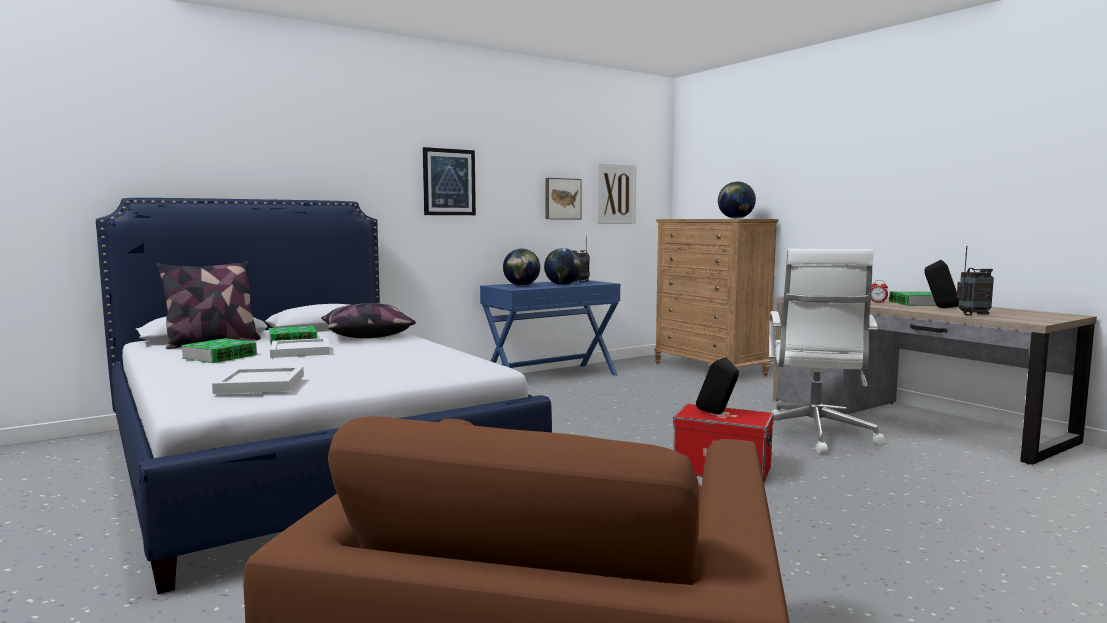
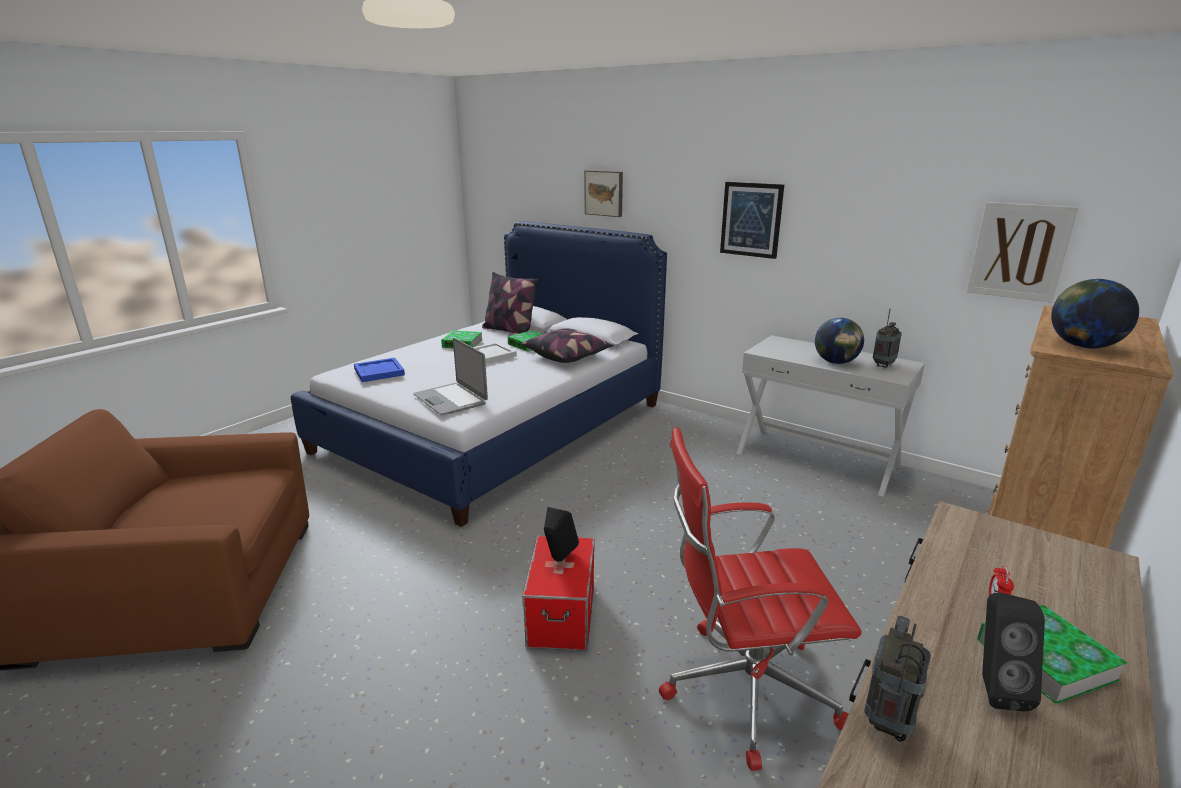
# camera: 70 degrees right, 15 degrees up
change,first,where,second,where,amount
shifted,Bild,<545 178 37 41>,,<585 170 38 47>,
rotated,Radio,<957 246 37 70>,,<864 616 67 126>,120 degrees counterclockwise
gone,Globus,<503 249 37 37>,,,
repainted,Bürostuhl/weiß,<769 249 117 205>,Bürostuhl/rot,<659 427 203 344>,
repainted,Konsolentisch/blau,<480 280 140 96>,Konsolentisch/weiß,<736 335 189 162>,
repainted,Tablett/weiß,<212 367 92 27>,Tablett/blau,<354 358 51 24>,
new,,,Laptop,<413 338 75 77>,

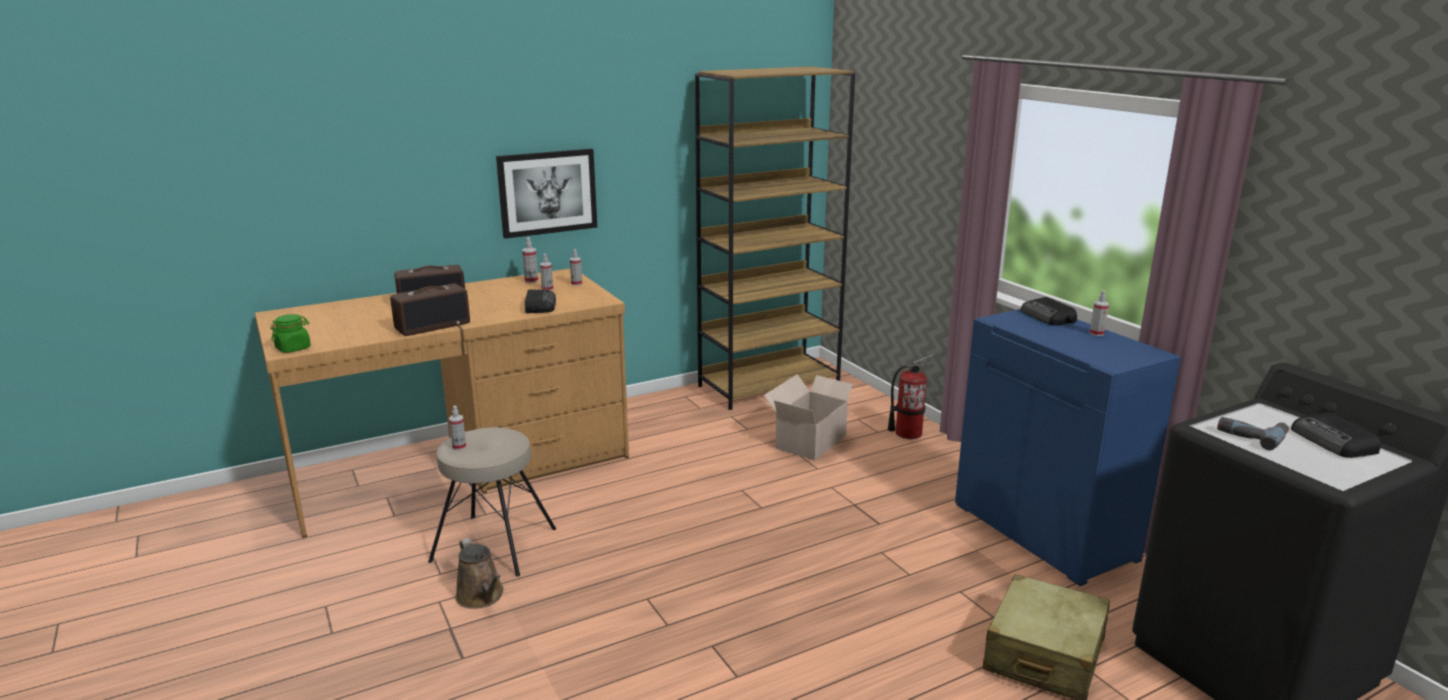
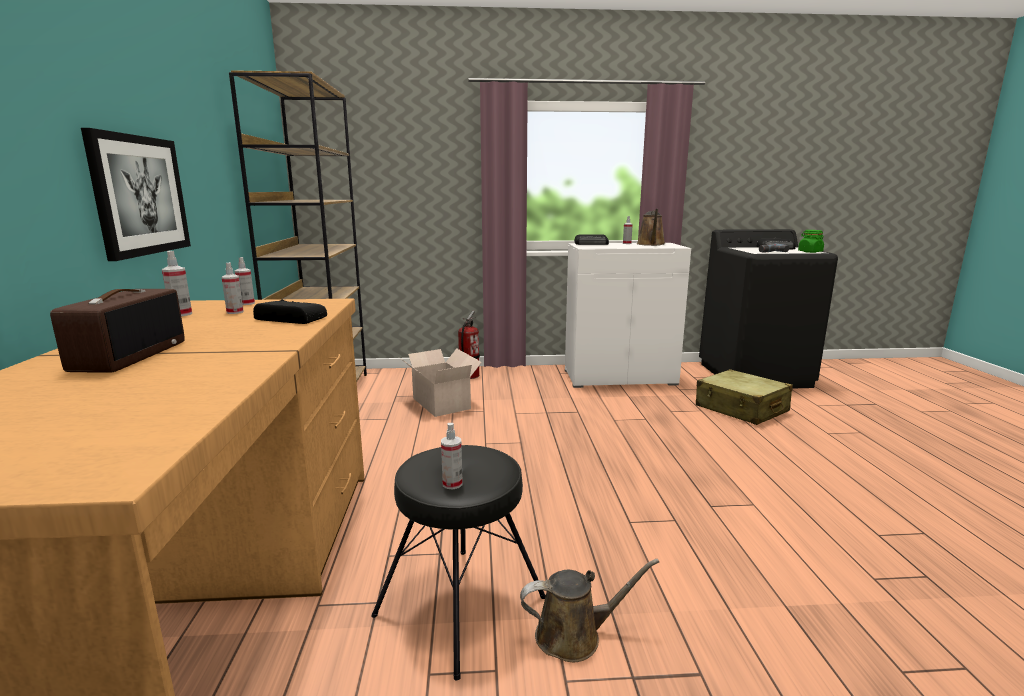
# camera: 65 degrees left, 5 degrees down
change,first,where,second,where,amount
gone,Radio,<390 284 80 52>,,,
repainted,Schrank/blau,<955 309 226 277>,Schrank/weiß,<565 243 126 145>,
shifted,Vorratsglas/grün,<271 314 40 39>,,<798 230 26 23>,
repainted,Hocker/beige,<428 427 128 150>,Hocker/schwarz,<371 445 175 235>,
new,,,Gießkanne/braun,<637 209 28 37>,

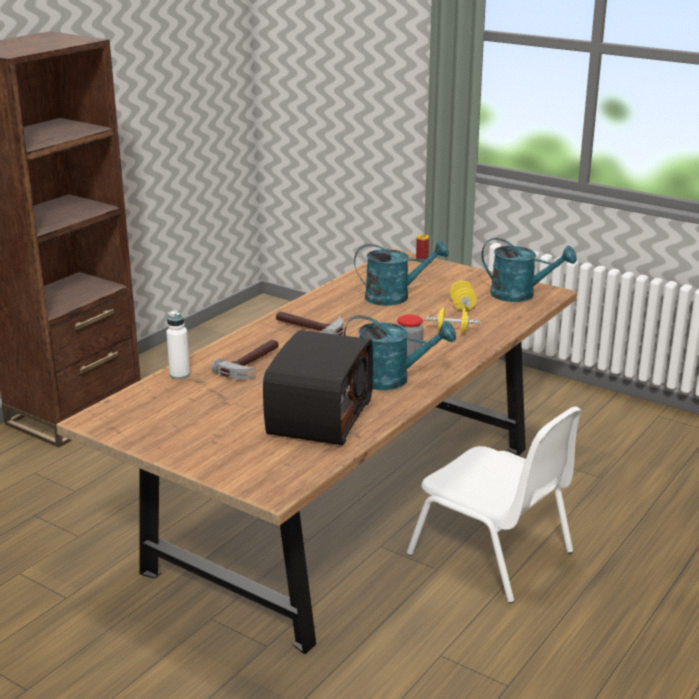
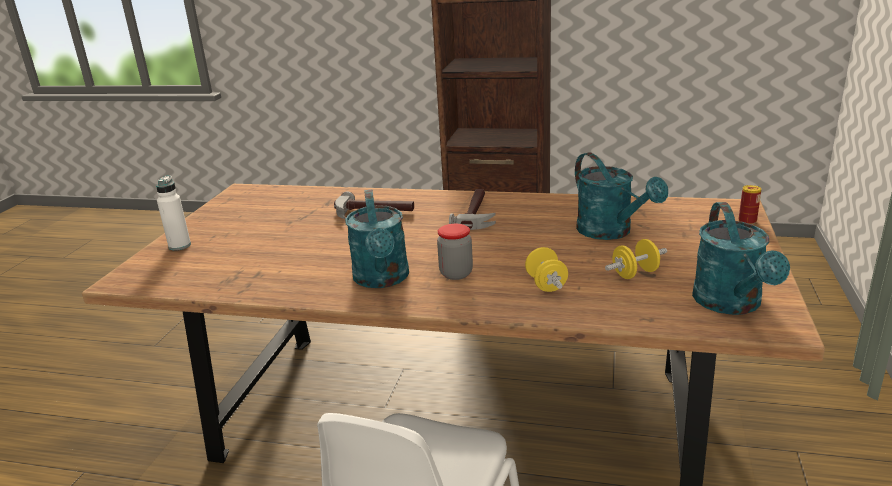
# camera: 70 degrees right, 0 degrees up
change,first,where,second,where,amount
shifted,Flasche/weiß,<166 310 24 69>,,<156 175 35 76>,
gone,Radio,<263 330 110 115>,,,

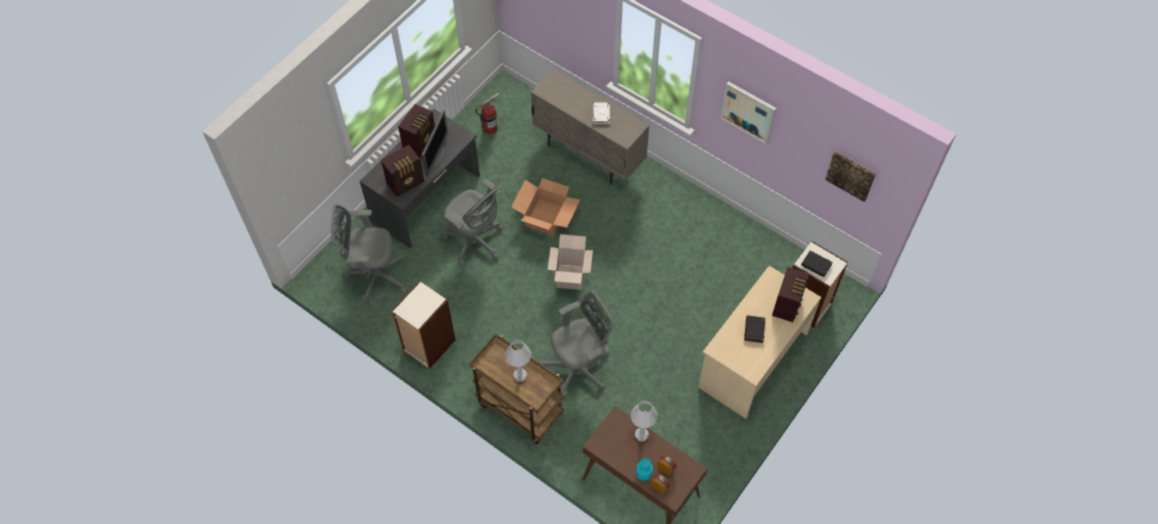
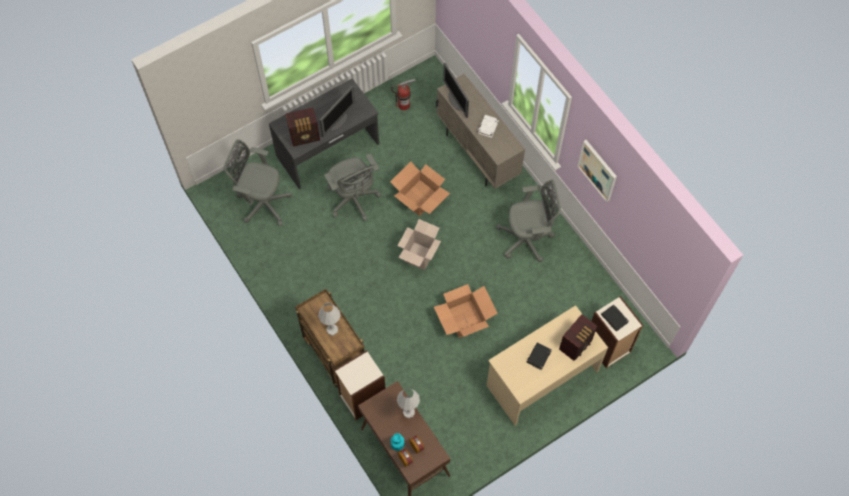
# camera: 20 degrees right, 5 degrees up
change,first,where,second,where,amount
gone,Radio,<398 104 37 54>,,,
gone,Bild,<825 151 51 51>,,,
shifted,Bücherregal,<391 281 65 88>,,<334 350 51 70>,
shifted,Bürostuhl/grau,<539 290 75 107>,,<496 180 65 82>,
new,,,Monitor,<443 63 26 55>,
new,,,Karton,<434 284 64 54>,

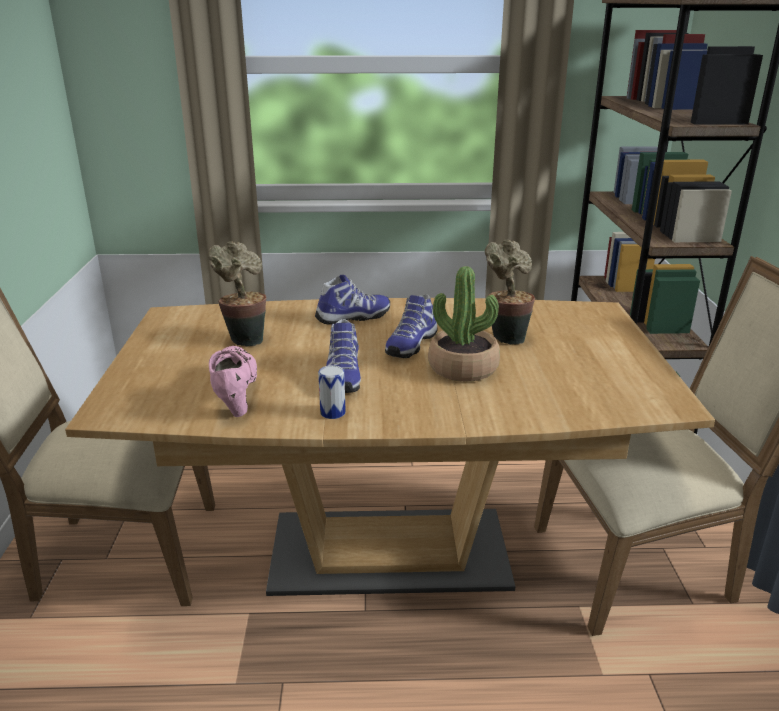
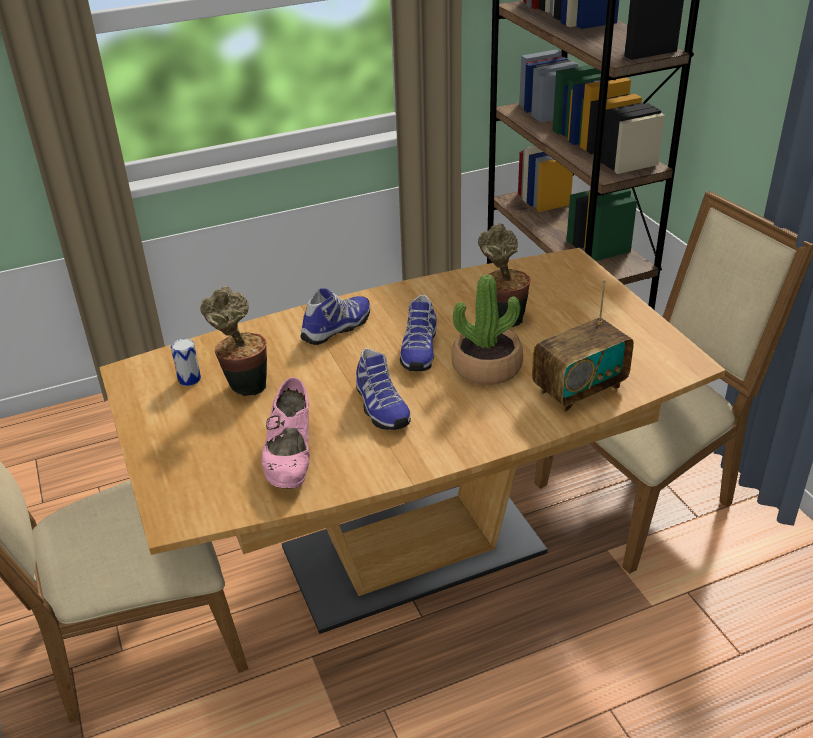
# camera: 20 degrees left, 10 degrees up
change,first,where,second,where,amount
rotated,Schuh/rosa,<209 346 48 71>,,<261 377 49 112>,150 degrees counterclockwise
shifted,Dose,<318 365 28 54>,,<171 339 30 47>,
new,,,Radio,<532 280 102 132>,

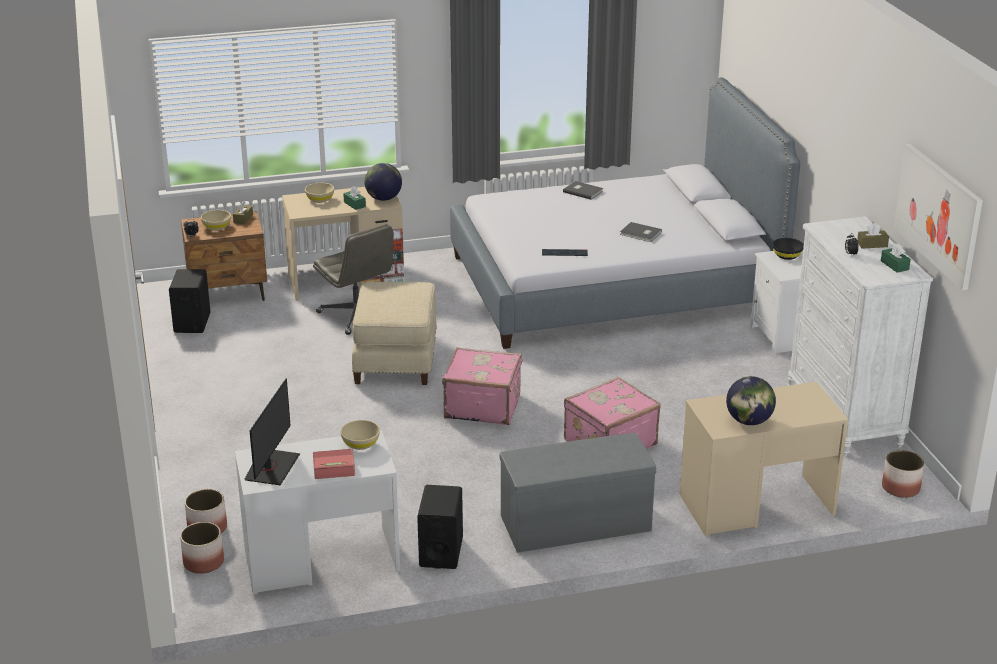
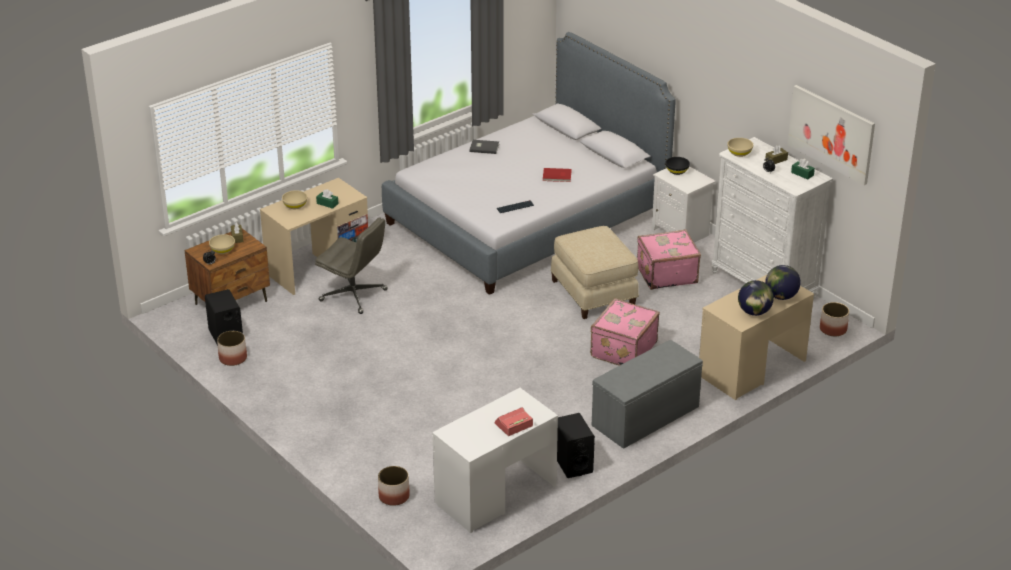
# camera: 25 degrees left, 5 degrees up
change,first,where,second,where,amount
shifted,Globus,<364 163 38 38>,,<765 265 36 35>,
repainted,Buch/grau,<620 222 42 20>,Buch/rot,<543 168 28 14>,
shifted,Polsterhocker/beige,<352 282 85 103>,,<551 226 88 93>,
shifted,Koffer/rosa,<442 347 80 78>,,<637 229 64 61>,
gone,Monitor,<244 378 56 108>,,,
shifted,Schüssel/beige,<341 420 39 30>,,<727 138 26 19>,
shifted,Pflanzkübel,<180 522 44 52>,,<217 331 30 35>,

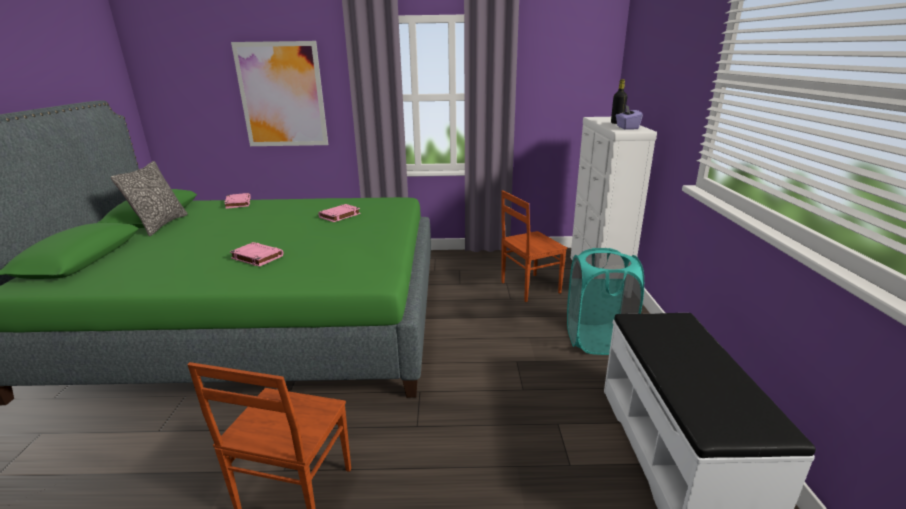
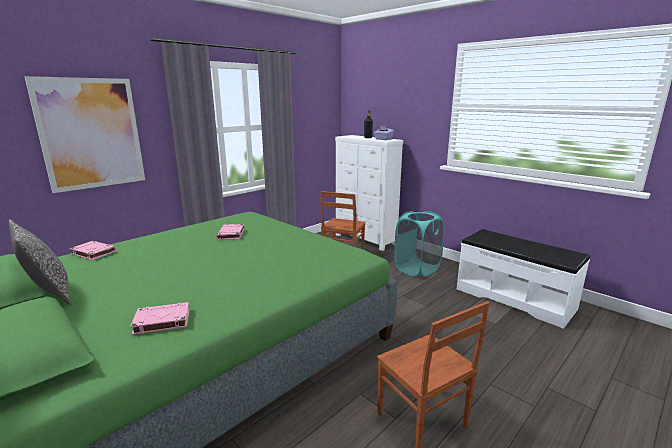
# camera: 45 degrees left, 5 degrees down
change,first,where,second,where,amount
shifted,Buch/rosa,<230 242 53 25>,,<130 302 60 33>,

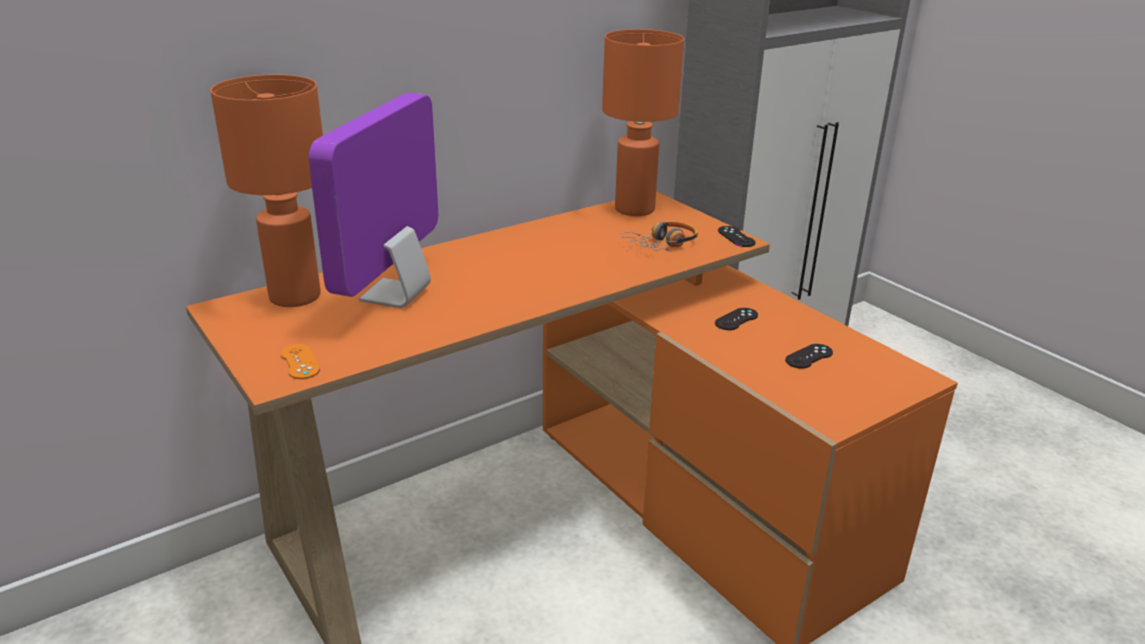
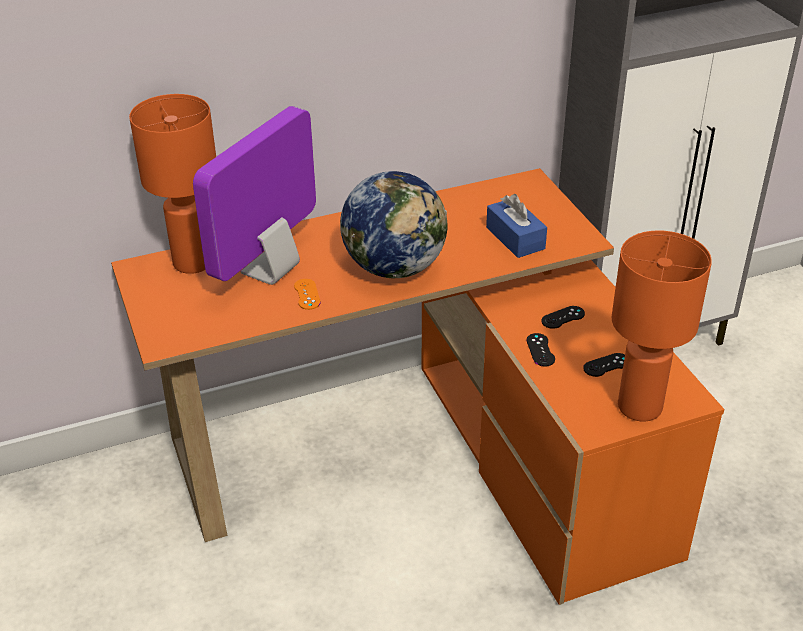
# camera: 15 degrees right, 10 degrees up
change,first,where,second,where,amount
shifted,Tischlampe/orange,<602 29 82 187>,,<611 230 101 192>,
swapped,Kopfhörer,<620 221 78 31>,Taschentuchbox/blau,<486 194 61 64>,
shifted,Gamepad/schwarz,<718 226 38 21>,,<526 333 29 34>,
shifted,Gamepad/orange,<281 344 39 35>,,<294 279 26 31>,
new,,,Globus,<340 171 107 107>,

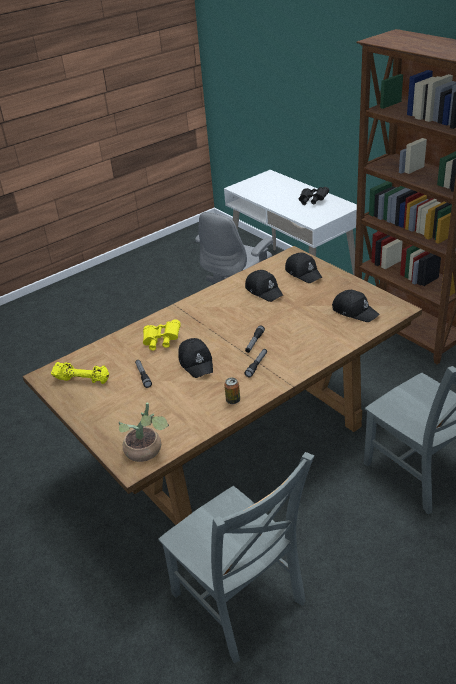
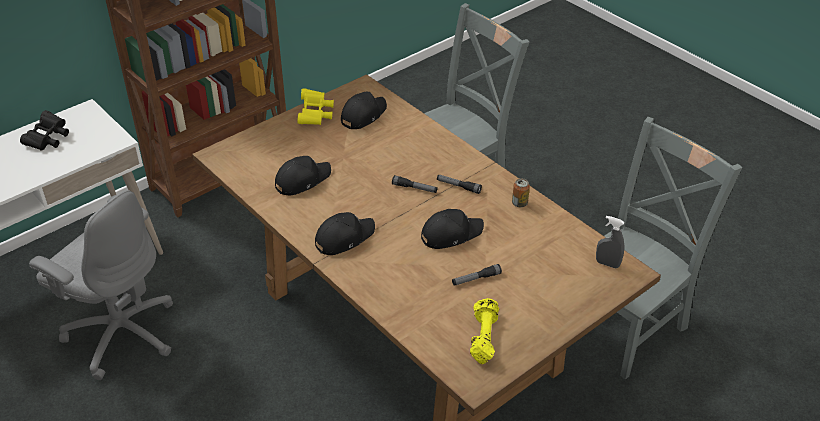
# camera: 95 degrees left, 5 degrees up
change,first,where,second,where,amount
shifted,Kappe/schwarz,<285 253 38 30>,,<315 212 60 43>,
shifted,Fernglas/gelb,<143 319 38 31>,,<297 89 37 36>,
swapped,Topfpflanze,<119 403 50 59>,Sprühflasche/grau,<596 216 29 52>,

